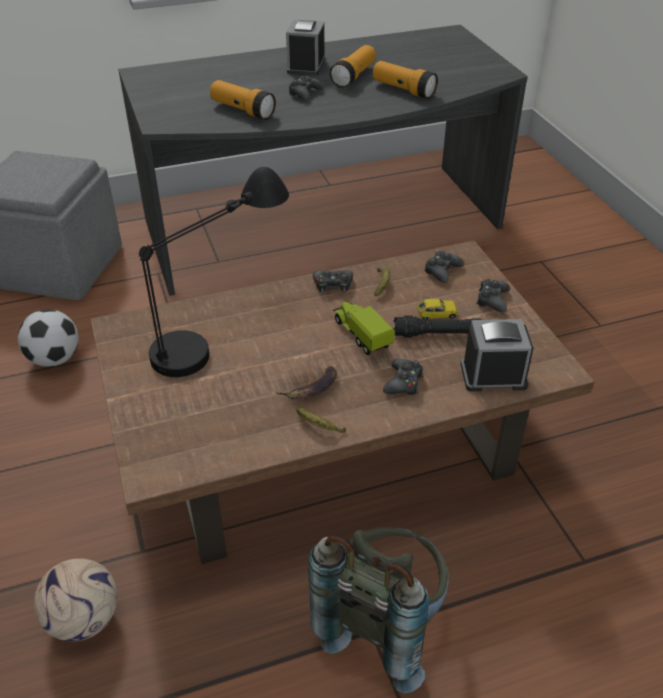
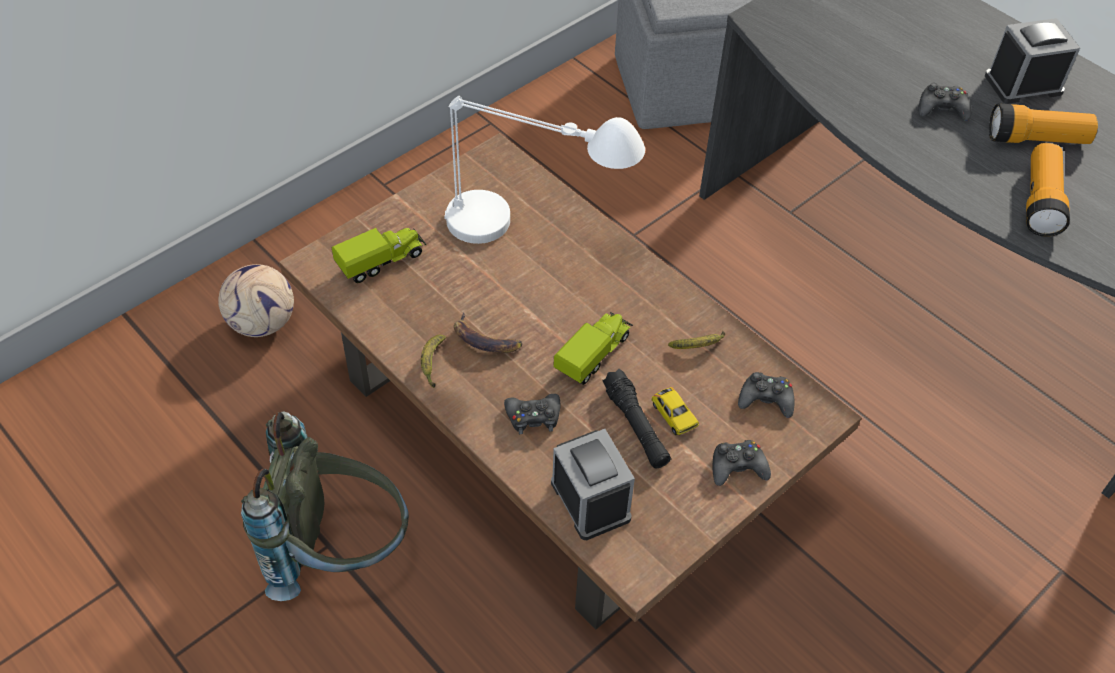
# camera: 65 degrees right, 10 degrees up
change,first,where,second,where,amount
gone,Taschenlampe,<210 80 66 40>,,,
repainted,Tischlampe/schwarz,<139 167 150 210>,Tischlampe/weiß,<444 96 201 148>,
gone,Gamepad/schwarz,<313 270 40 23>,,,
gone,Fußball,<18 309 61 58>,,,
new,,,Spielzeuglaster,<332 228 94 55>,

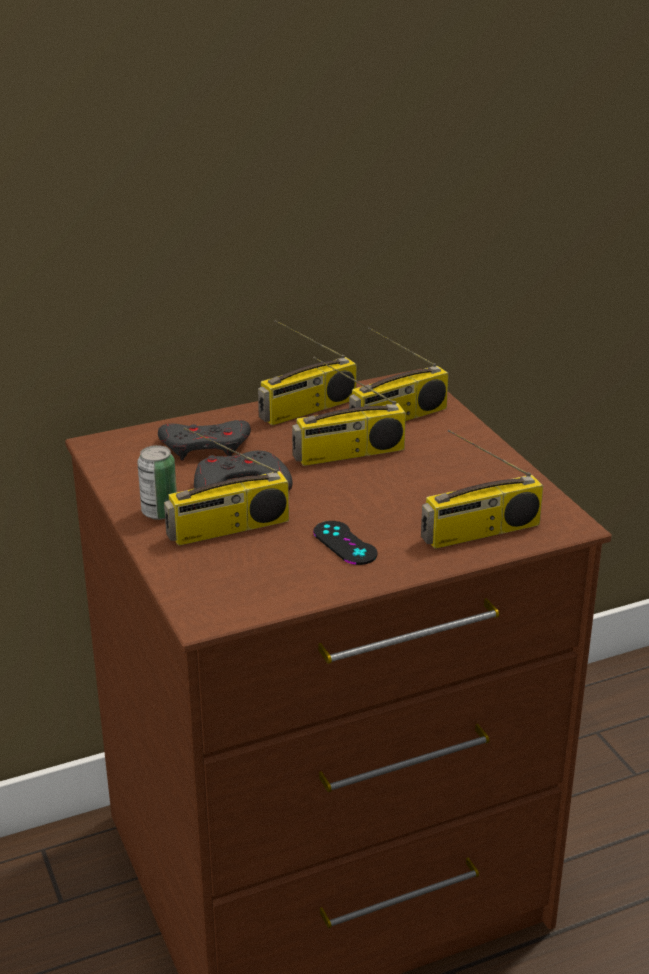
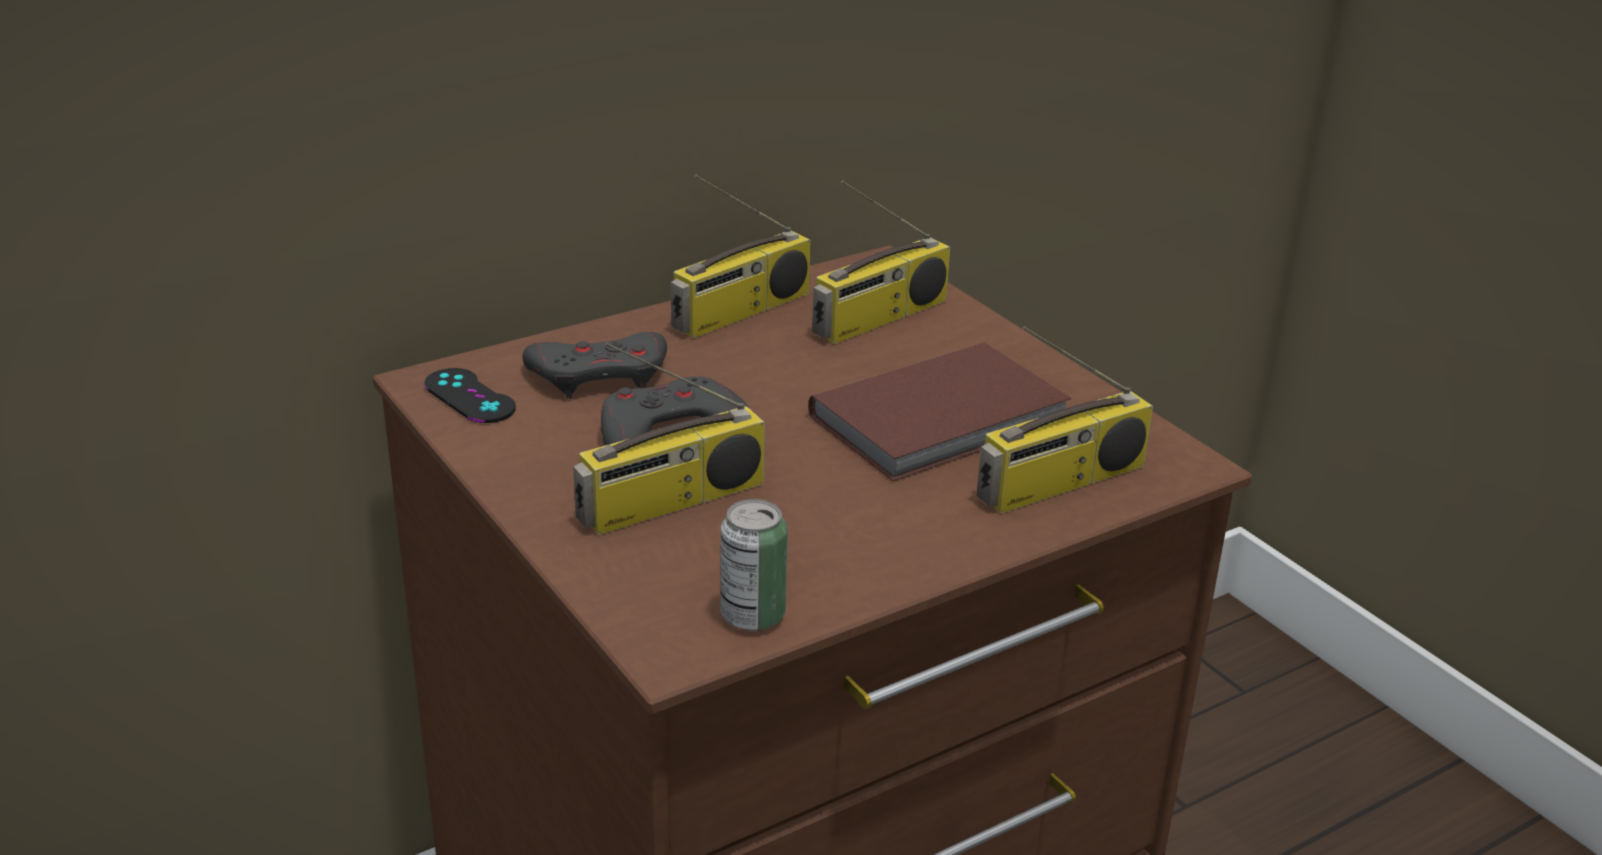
# camera: 10 degrees left, 0 degrees up
change,first,where,second,where,amount
gone,Radio,<292 357 114 109>,,,
shifted,Dose,<137 445 40 75>,,<720 499 68 132>,
shifted,Gamepad/schwarz,<313 521 64 44>,,<424 368 92 55>,
new,,,Buch/braun,<808 343 264 138>,

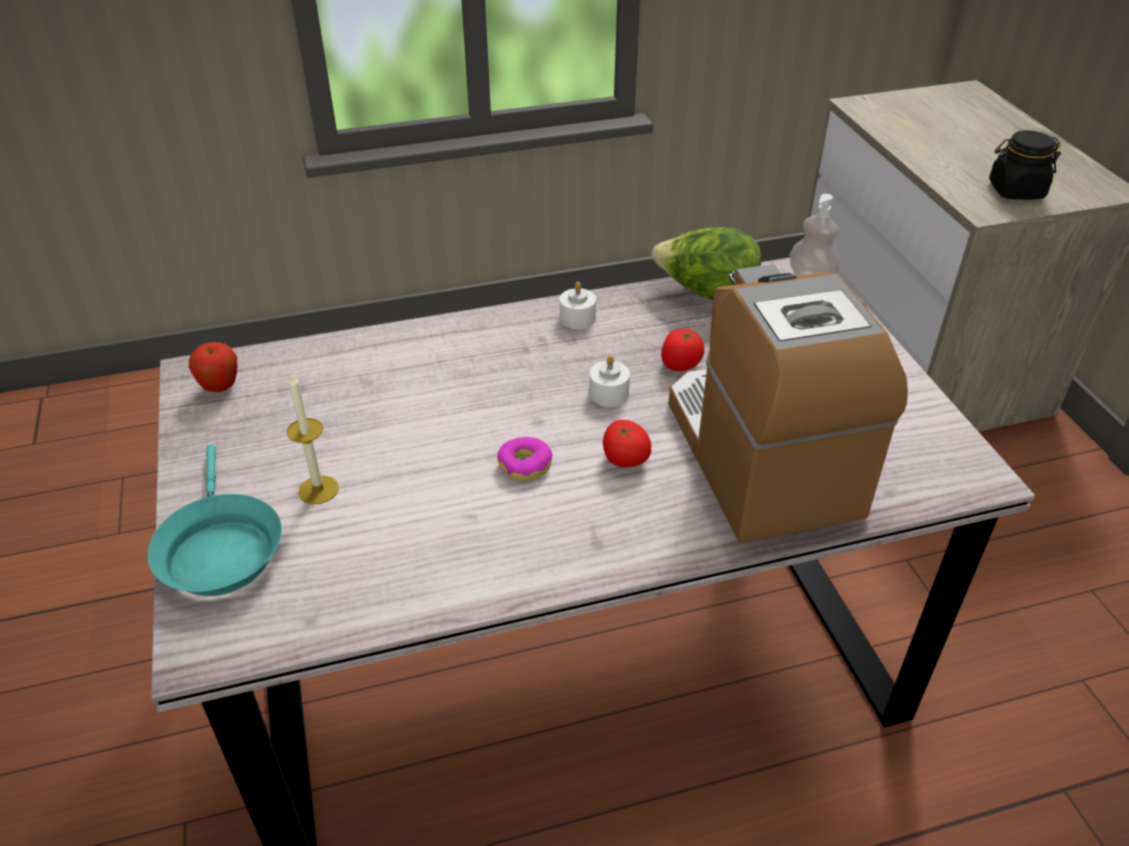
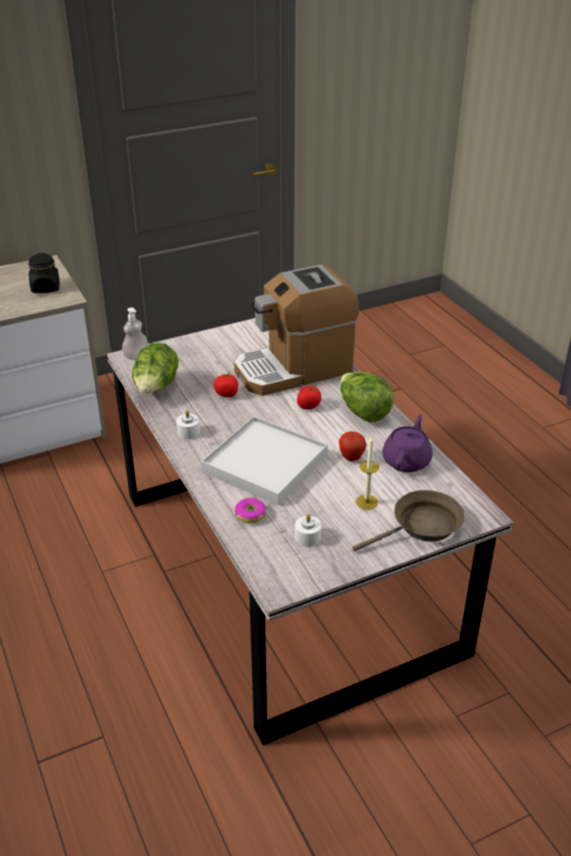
# camera: 100 degrees left, 5 degrees down
change,first,where,second,where,amount
shifted,Apfel,<189 342 48 50>,,<339 431 27 30>,
shifted,Kerze/weiß,<589 356 41 51>,,<295 514 26 33>,
shifted,Donut,<497 437 55 44>,,<235 498 31 26>,
repainted,Pfanne/türkis,<148 445 134 151>,Pfanne/braun,<352 490 113 62>,
new,,,Salatkopf,<340 372 54 50>,
new,,,Teekanne/lila,<383 414 50 58>,
new,,,Tablett/weiß,<201 416 127 89>,

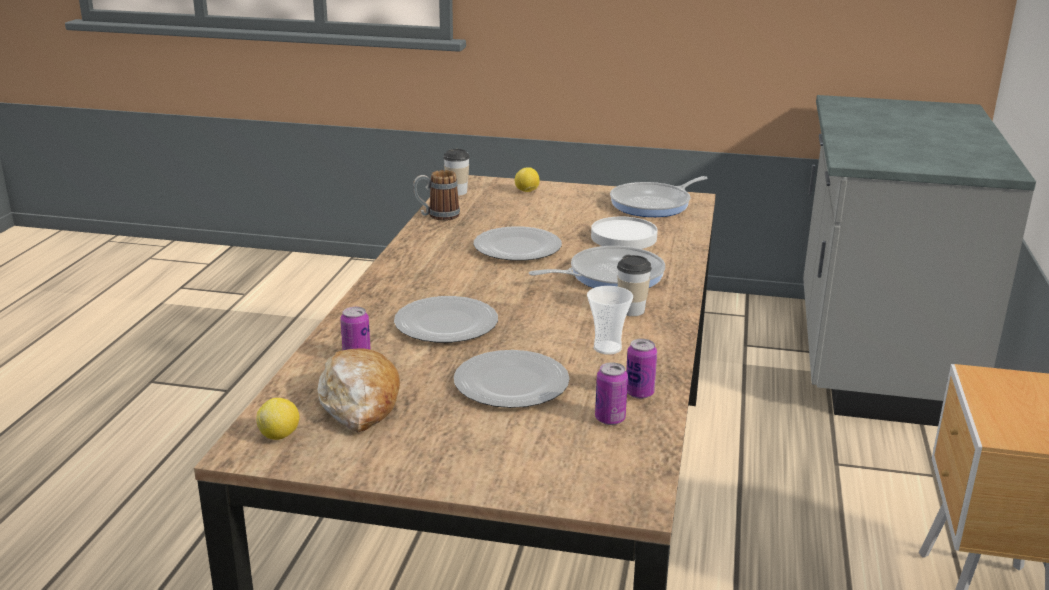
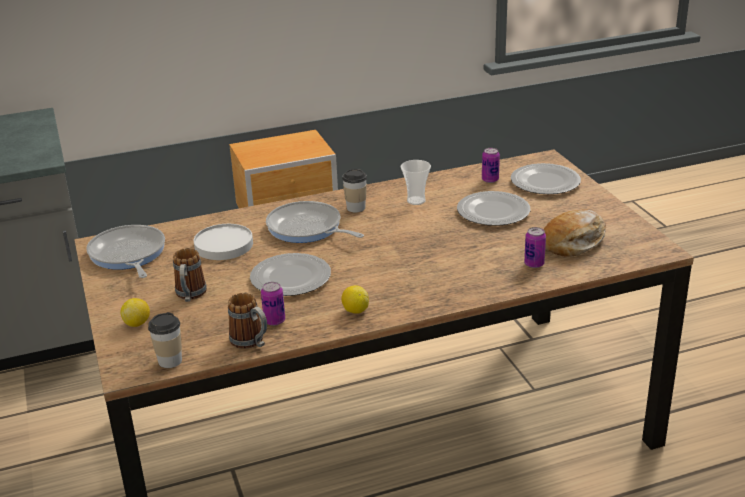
# camera: 120 degrees left, 5 degrees up
change,first,where,second,where,amount
rotated,Pfanne,<610 176 98 41>,,<86 225 79 53>,135 degrees counterclockwise
shifted,Teller,<394 296 104 47>,,<511 163 70 31>,
shifted,Dose,<626 339 31 60>,,<261 282 24 44>,
shifted,Zitrone,<256 398 43 42>,,<341 285 28 29>,
new,,,Henkelbecher,<173 248 34 54>,

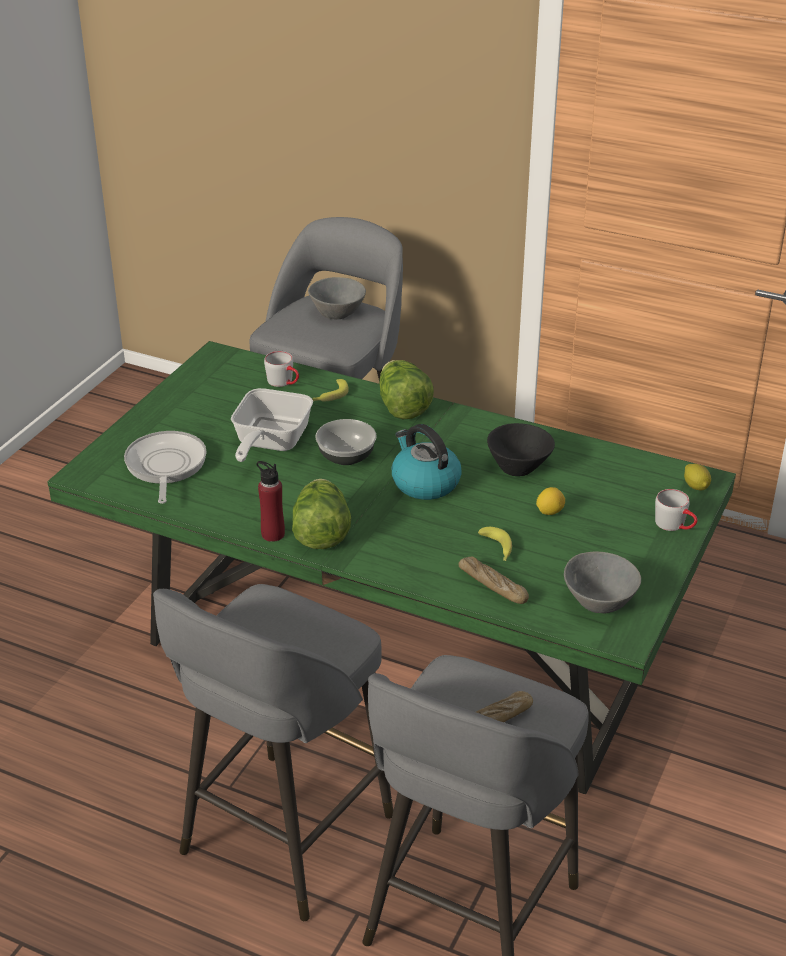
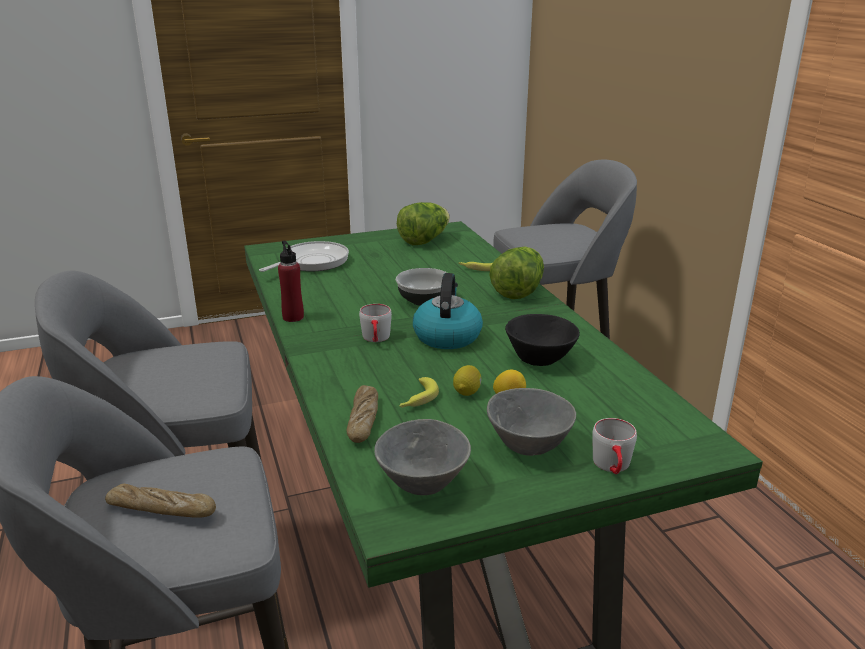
# camera: 45 degrees right, 10 degrees down
change,first,where,second,where,amount
shifted,Schüssel/grau,<308 277 58 42>,,<487 388 89 68>,
shifted,Henkelbecher/grau,<264 351 35 36>,,<359 304 33 38>,
gone,Pfanne,<231 388 82 74>,,,
shifted,Zitrone,<684 464 27 27>,,<453 365 29 31>,
shifted,Salatkopf,<292 479 59 70>,,<397 202 53 43>,

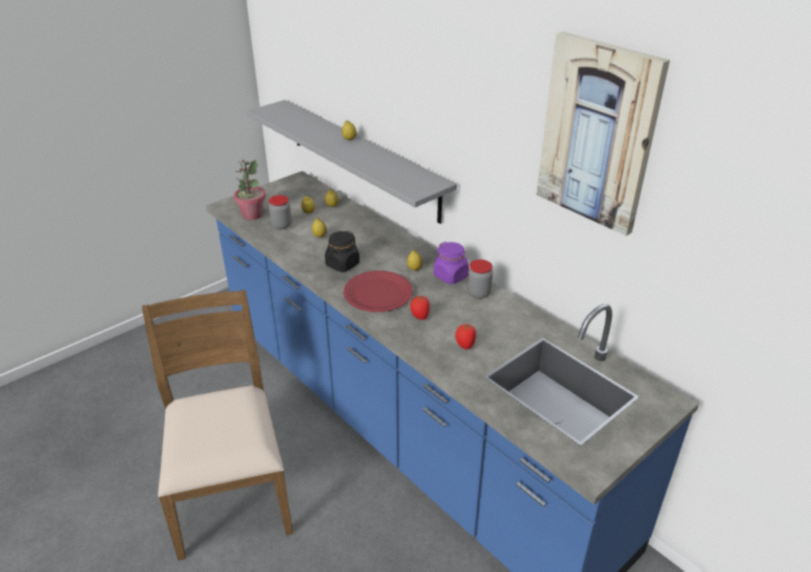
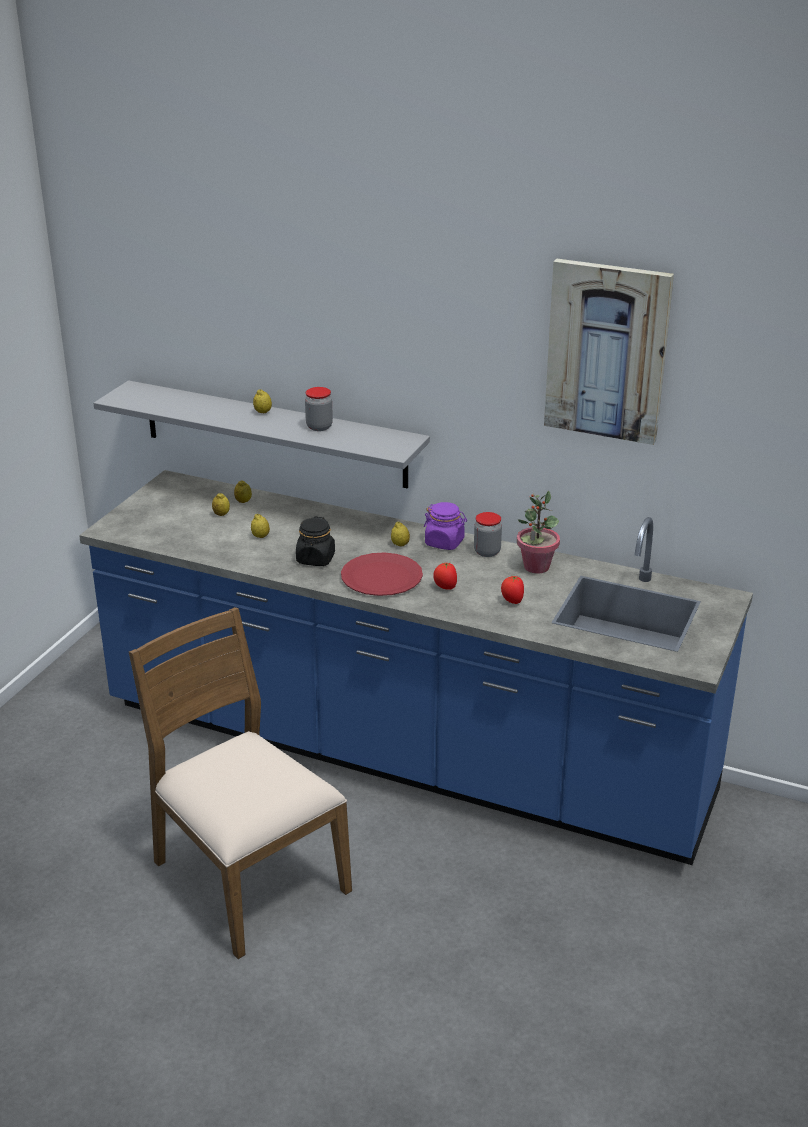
# camera: 25 degrees left, 5 degrees down
change,first,where,second,where,amount
shifted,Topfpflanze,<234 159 32 61>,,<517 491 43 82>,
shifted,Vorratsglas,<269 195 22 35>,,<305 387 28 44>,

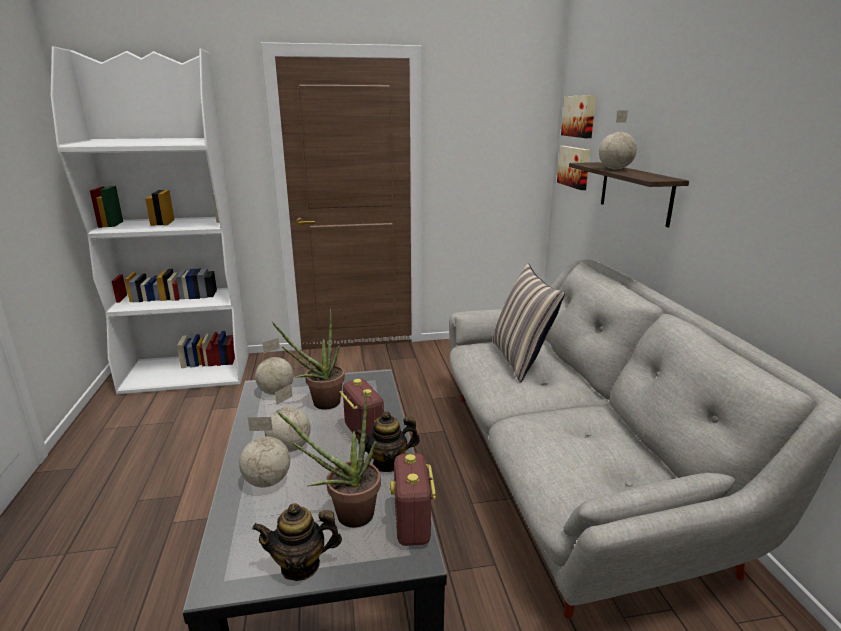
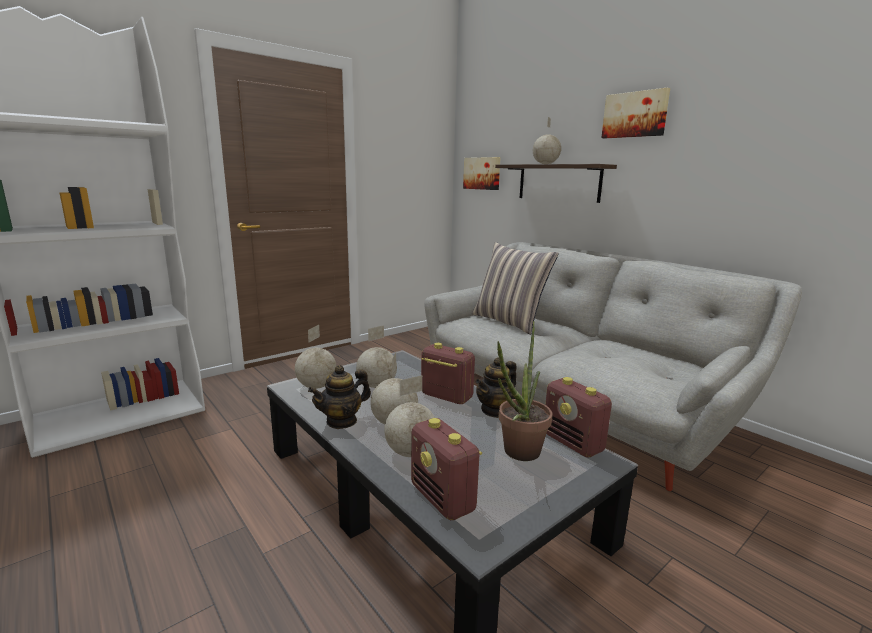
# camera: 30 degrees left, 5 degrees down
change,first,where,second,where,amount
shifted,Bild,<561 95 35 43>,,<601 88 69 51>,
swapped,Topfpflanze,<271 308 74 102>,Globus,<356 325 41 63>,
shifted,Teekanne,<252 503 90 78>,,<308 365 63 64>,
new,,,Radio,<411 418 71 102>,

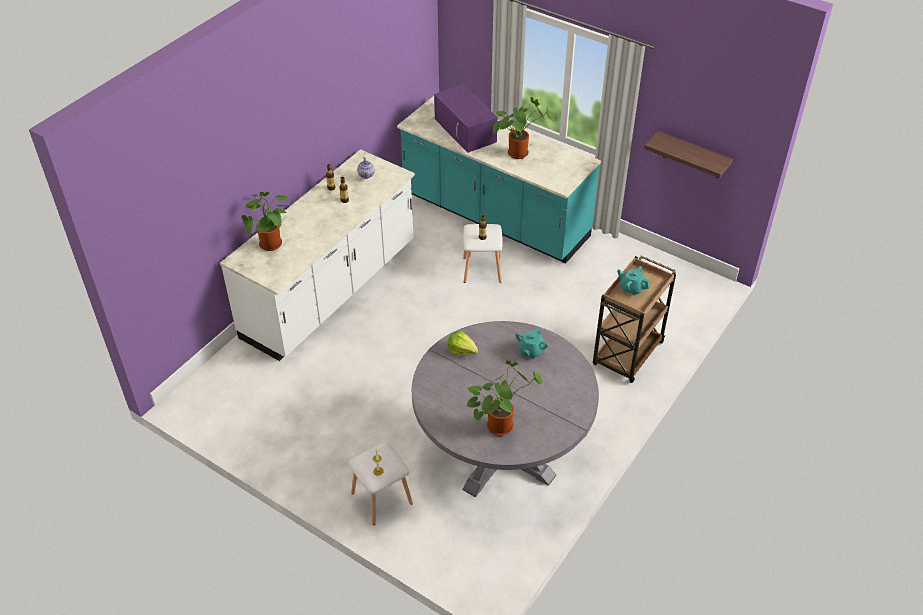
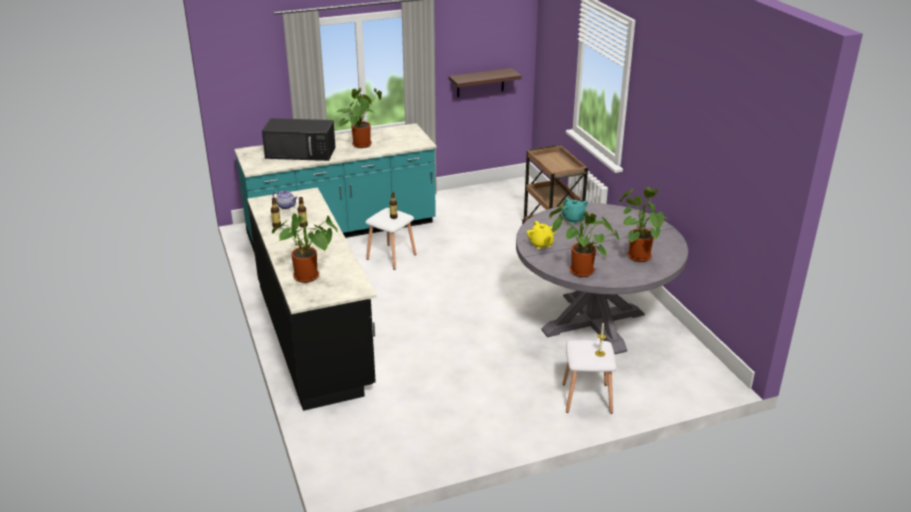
# camera: 55 degrees left, 15 degrees down
change,first,where,second,where,amount
repainted,Mikrowelle/lila,<434 85 64 68>,Mikrowelle/schwarz,<262 118 73 43>,
repainted,Küchenzeile/weiß,<220 149 195 212>,Küchenzeile/schwarz,<247 187 129 224>,
gone,Teekanne/türkis,<617 266 33 30>,,,
swapped,Salatkopf,<448 331 30 25>,Teekanne/gelb,<527 221 30 28>,
new,,,Topfpflanze,<549 203 71 74>,

